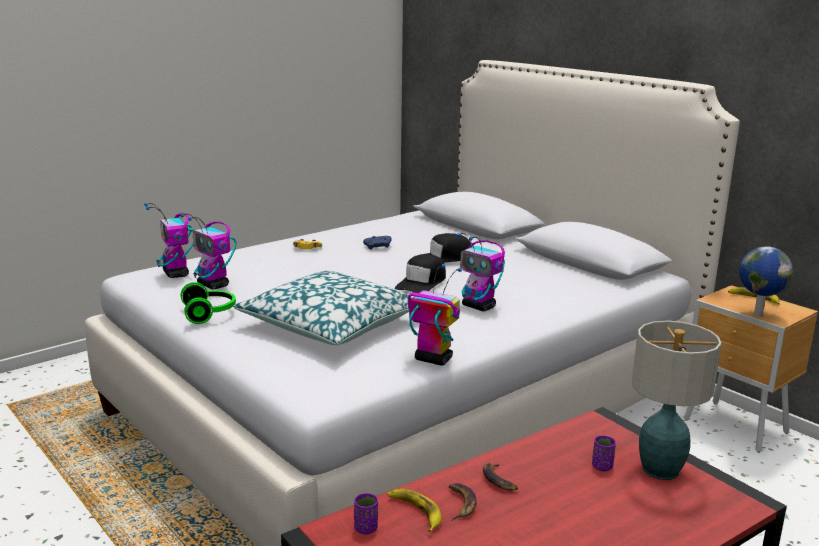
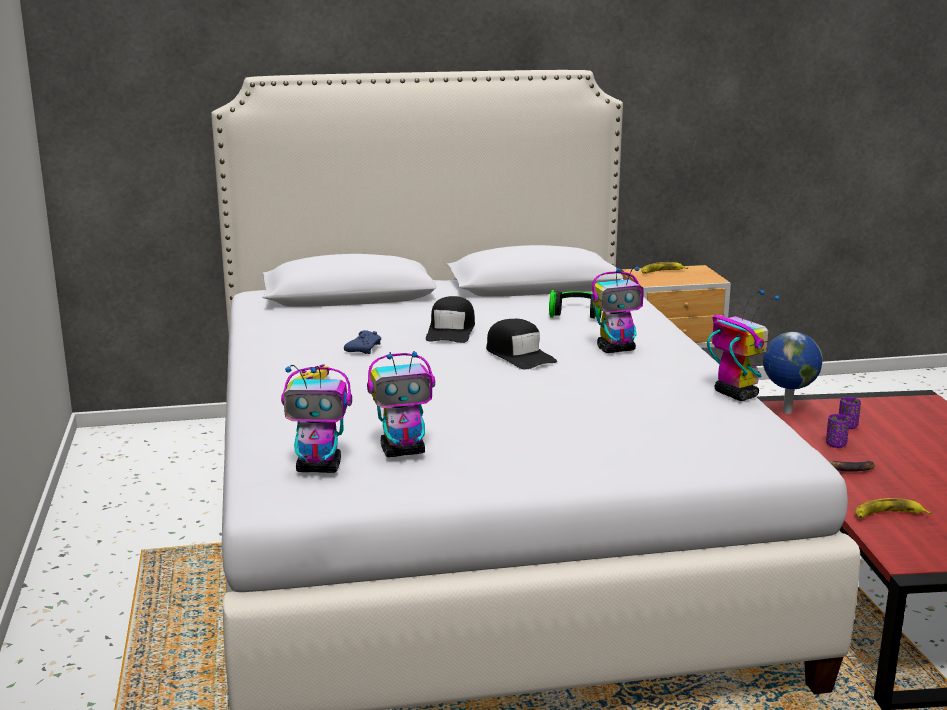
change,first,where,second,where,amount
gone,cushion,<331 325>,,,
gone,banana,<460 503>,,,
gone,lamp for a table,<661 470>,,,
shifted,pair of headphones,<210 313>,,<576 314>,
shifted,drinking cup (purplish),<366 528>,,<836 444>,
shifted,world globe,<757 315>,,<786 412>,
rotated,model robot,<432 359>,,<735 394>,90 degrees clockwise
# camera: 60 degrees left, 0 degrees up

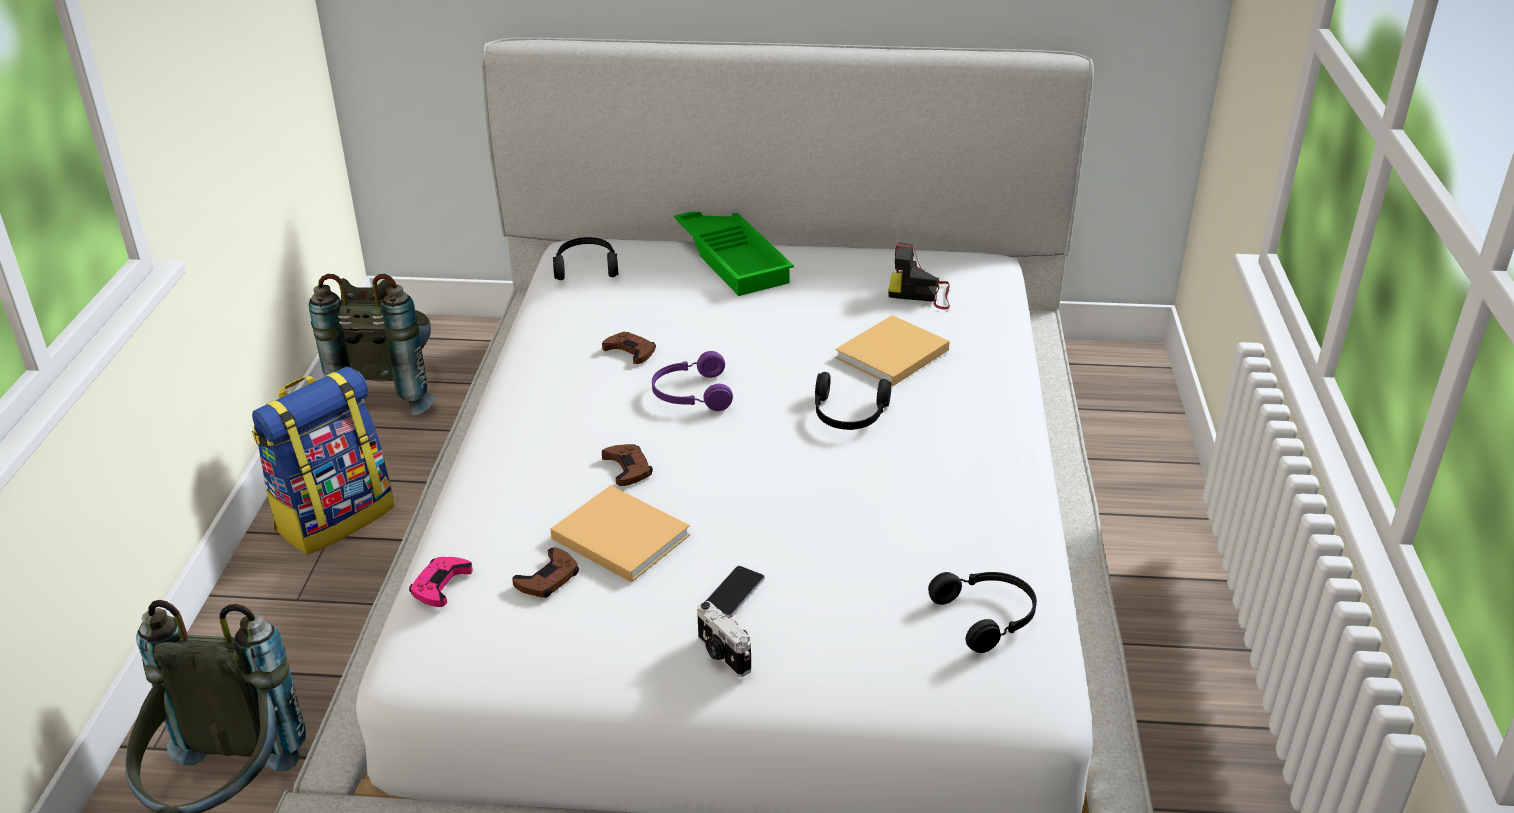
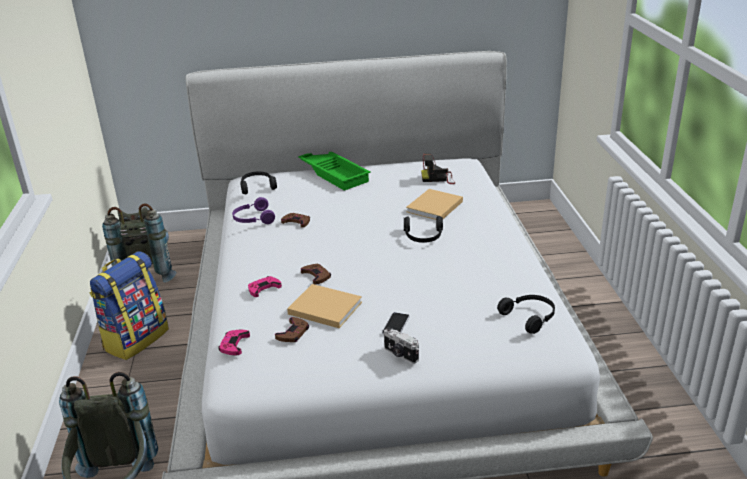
change,first,where,second,where,amount
new,,,joypad (pinkish),<264 288>,
shifted,pair of headphones (purplish),<691 394>,,<253 219>,
# camera: 10 degrees left, 5 degrees down

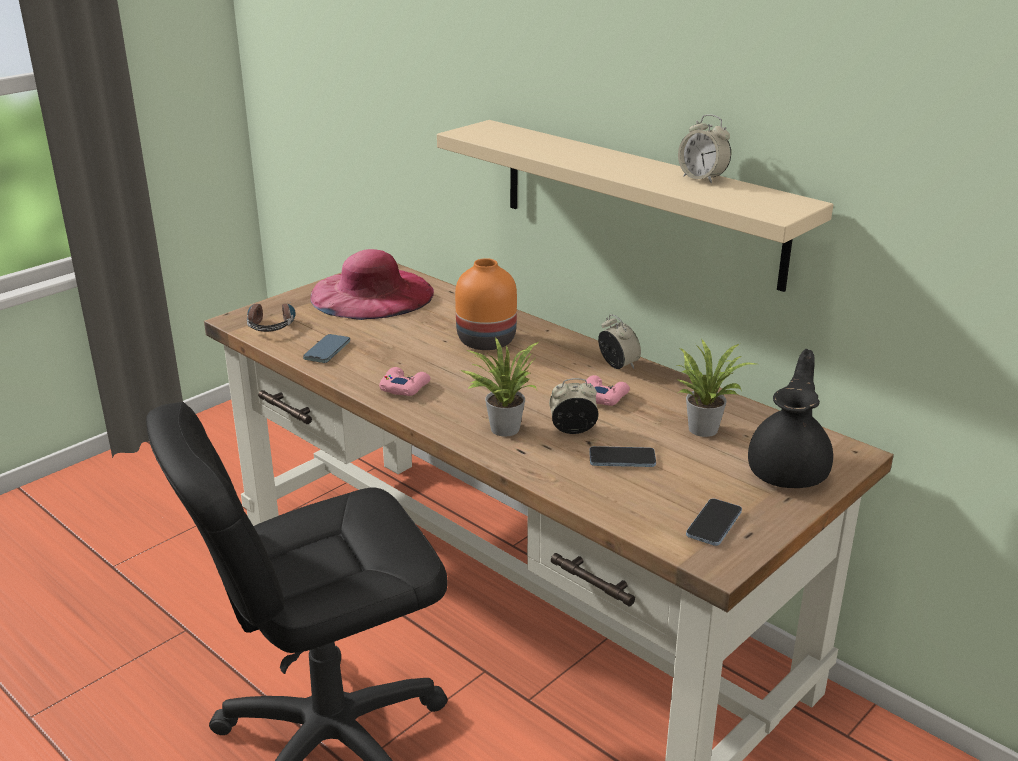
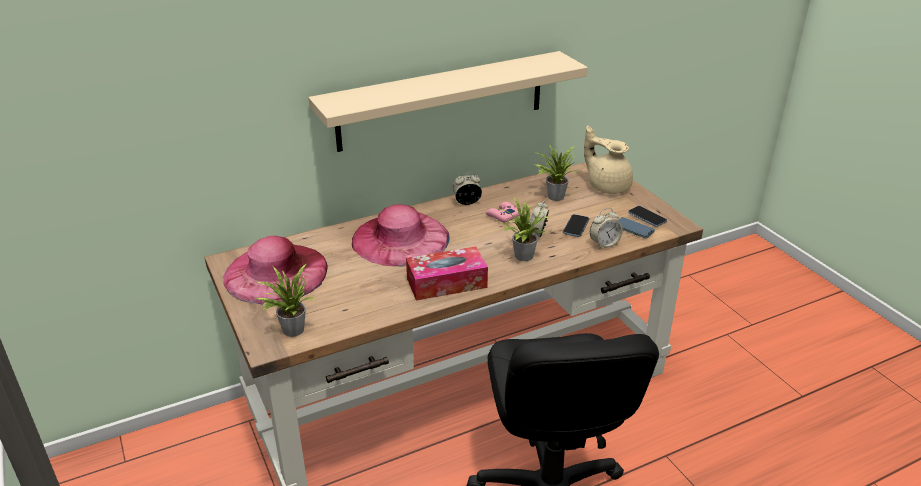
change,first,where,second,where,amount
shifted,phone,<327 351>,,<633 229>,
shifted,alarm clock,<702 178>,,<604 244>,
swapped,pair of headphones,<272 323>,potted plant,<290 329>,
swapped,joypad (pinkish),<404 387>,tissue box,<446 283>,
swapped,vase (orange),<488 341>,wearable hat (pinkish),<400 238>,
repainted,pot for tea (black),<789 471>,pot for tea (beige-coloured),<607 186>,
# camera: 70 degrees left, 5 degrees up

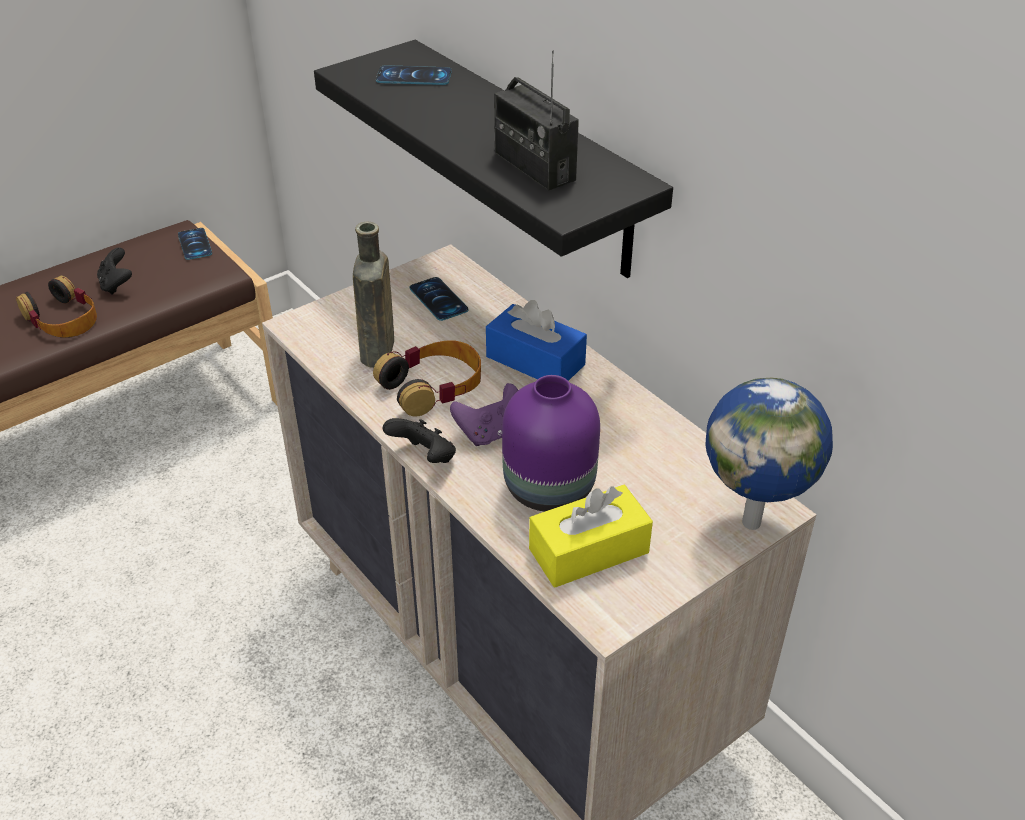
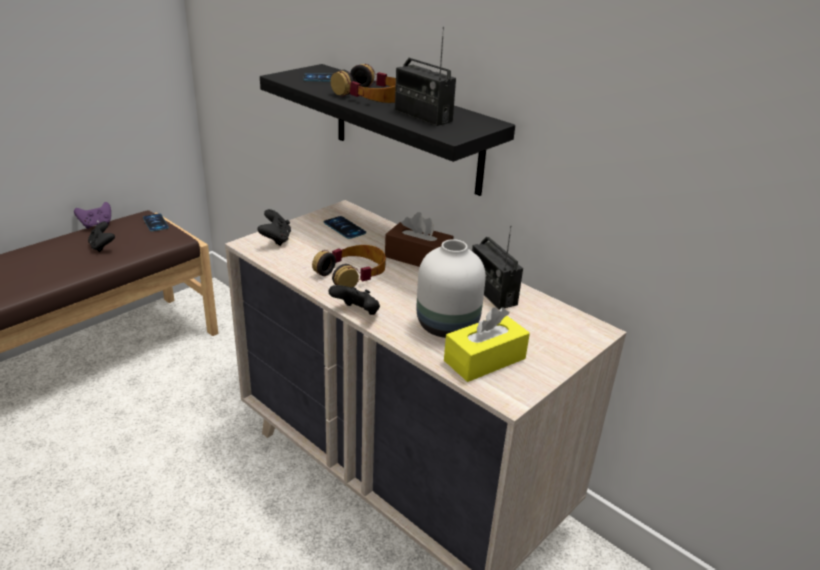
change,first,where,second,where,amount
gone,beverage bottle (brown-coloured),<377 354>,,,
gone,world globe,<753 521>,,,
new,,,joypad (black),<276 240>,
new,,,radio receiver,<492 292>,
shifted,pair of headphones,<62 318>,,<370 95>,
shifted,joypad (purplish),<490 433>,,<96 224>,
repainted,tissue box (bluish),<535 361>,tissue box (brown-coloured),<418 258>,
repainted,vase (purplish),<547 486>,vase (white),<445 325>,
# camera: 10 degrees left, 10 degrees down

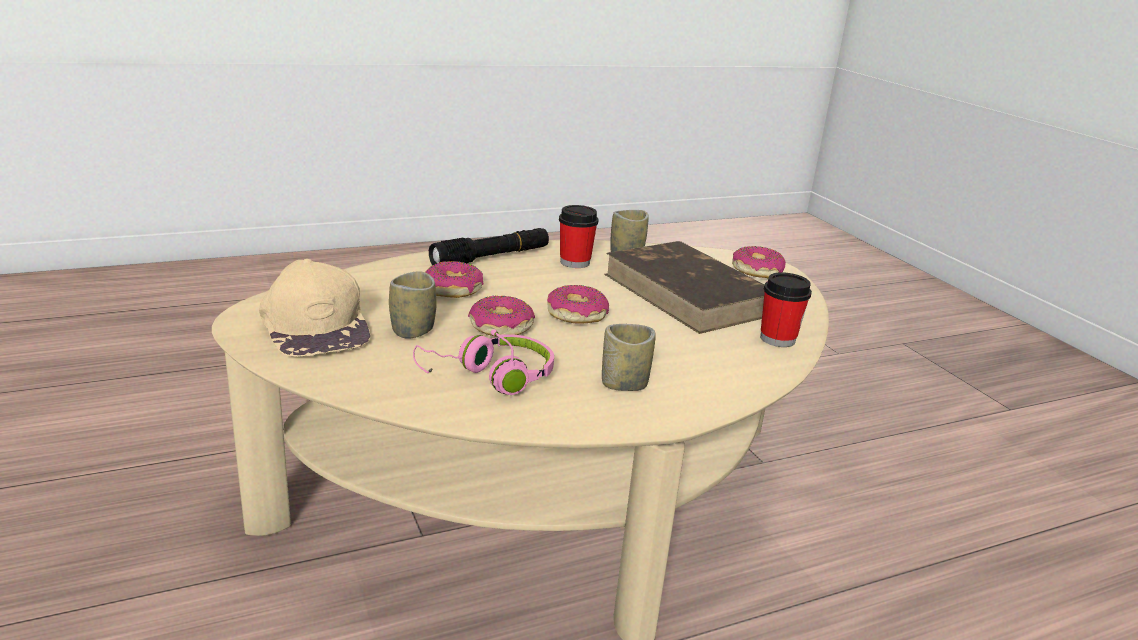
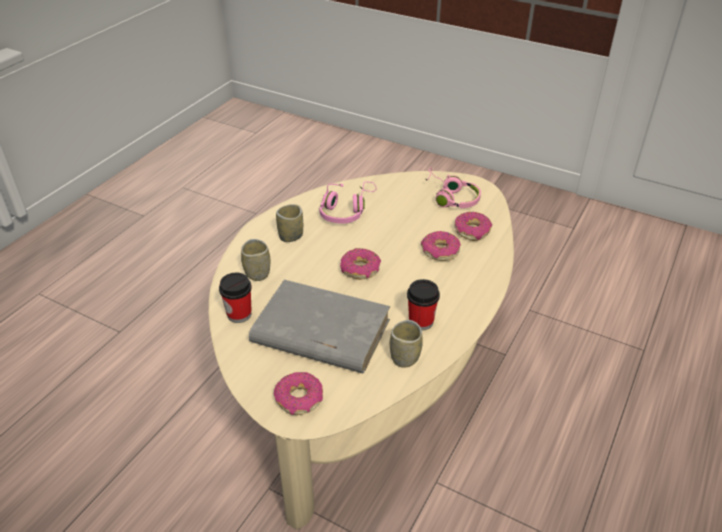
change,first,where,second,where,amount
gone,flashlight (black),<491 258>,,,
shifted,drinking cup,<412 330>,,<257 273>,
shifted,doughnut,<500 327>,,<472 231>,
swapped,baseball cap (beige-coloured),<315 325>,pair of headphones (pinkish),<450 197>,
repainted,volume (brown-coloured),<691 294>,volume (gray),<319 331>,
# camera: 145 degrees right, 15 degrees up

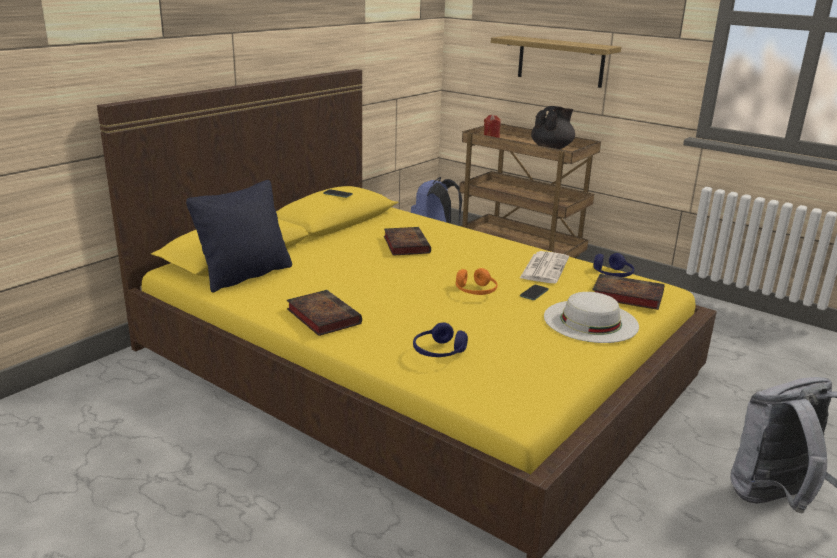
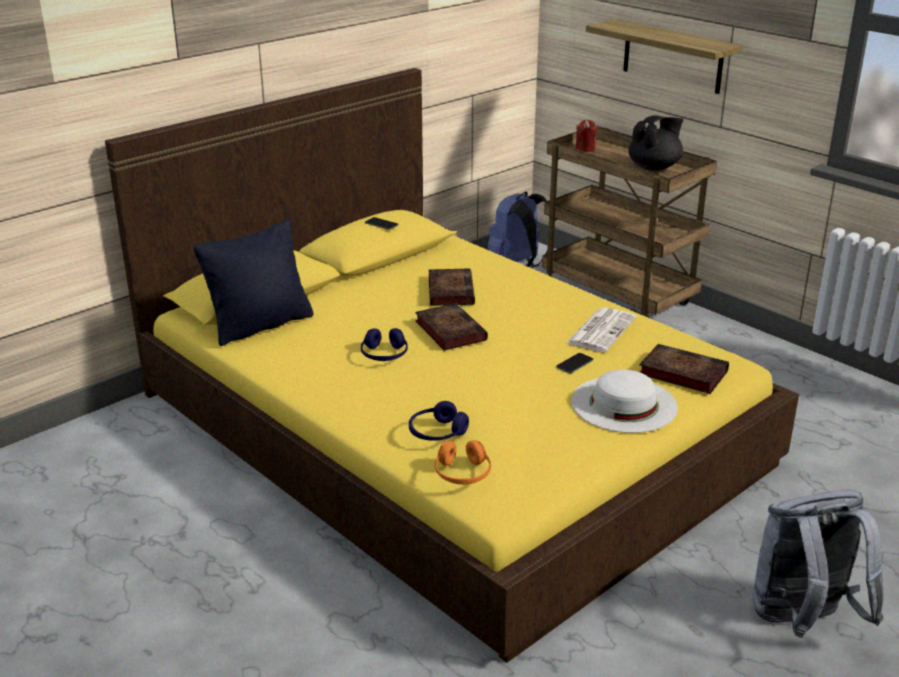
change,first,where,second,where,amount
shifted,volume,<321 316>,,<448 330>,
shifted,pair of headphones (orange),<475 291>,,<462 474>,
shifted,pair of headphones (bluish),<612 274>,,<384 355>,
# camera: 10 degrees right, 5 degrees up

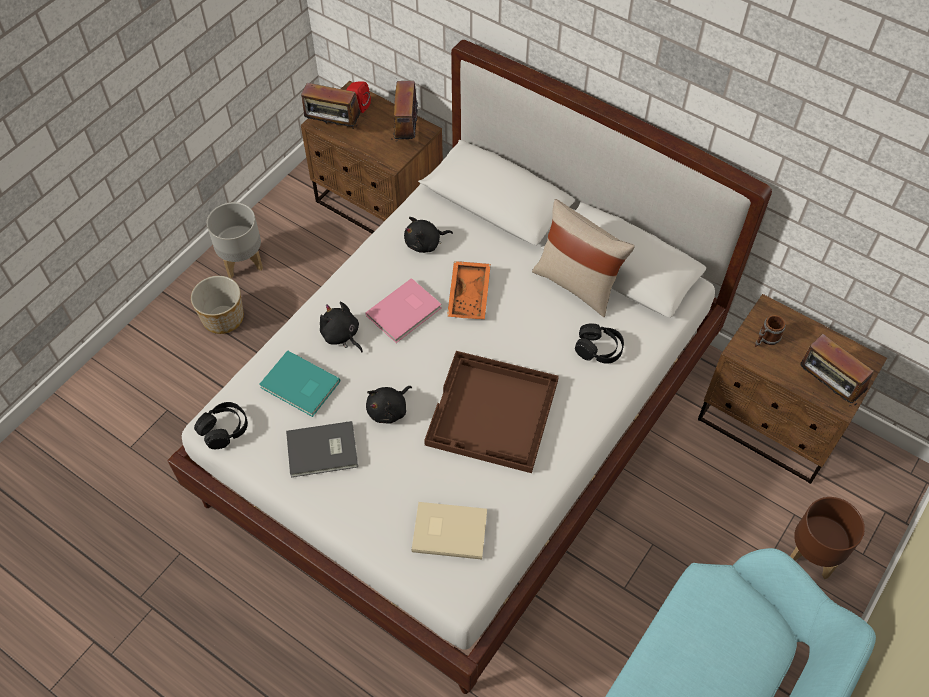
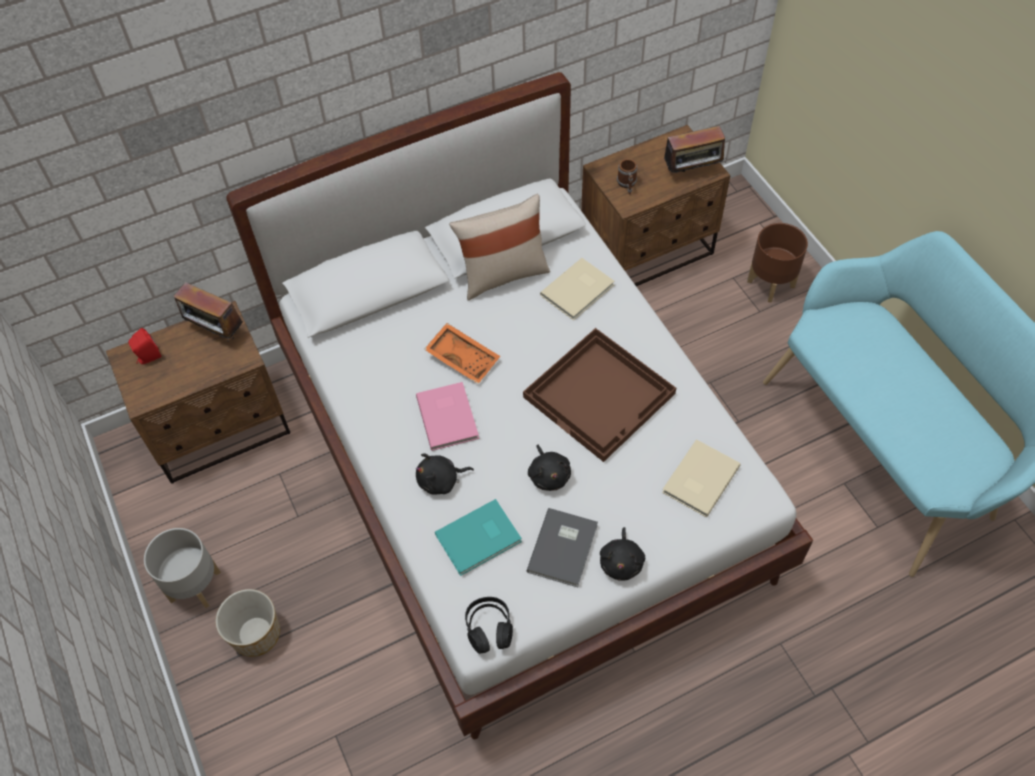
change,first,where,second,where,amount
gone,radio receiver,<333 127>,,,
shifted,soft toy (black),<425 243>,,<621 562>,
swapped,pair of headphones (black),<599 349>,volume (beige-coloured),<579 290>,
# camera: 60 degrees left, 0 degrees up

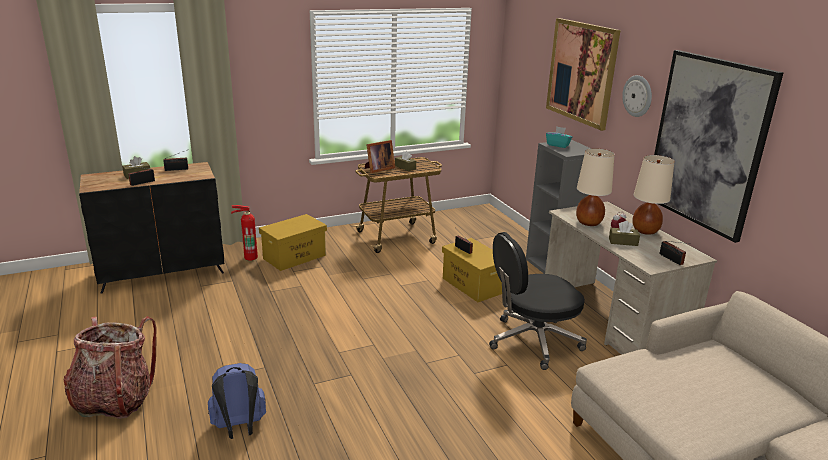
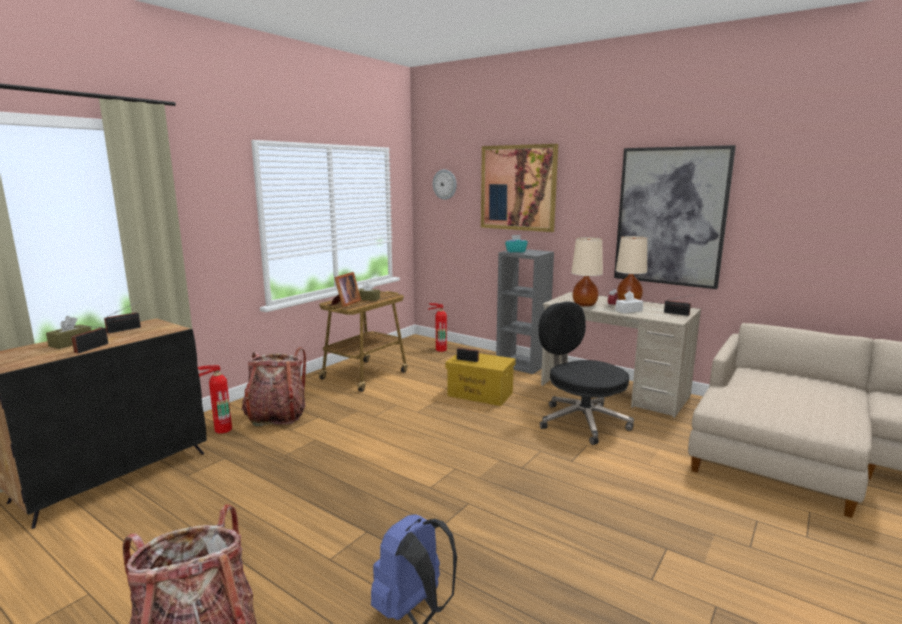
change,first,where,second,where,amount
new,,,extinguisher,<440 349>,
shifted,hanging clock,<637 96>,,<445 184>,
swapped,storage container (yellowish),<295 256>,backpack,<276 416>,
repainted,tissue box (brown-coloured),<623 242>,tissue box (white),<628 310>,
rotated,computer chair (black),<532 341>,,<581 421>,105 degrees clockwise
# camera: 30 degrees left, 10 degrees down

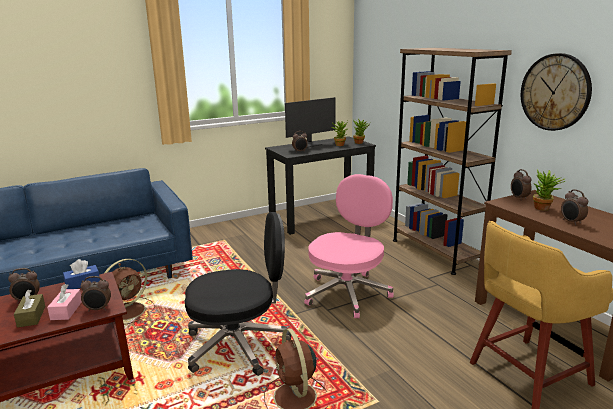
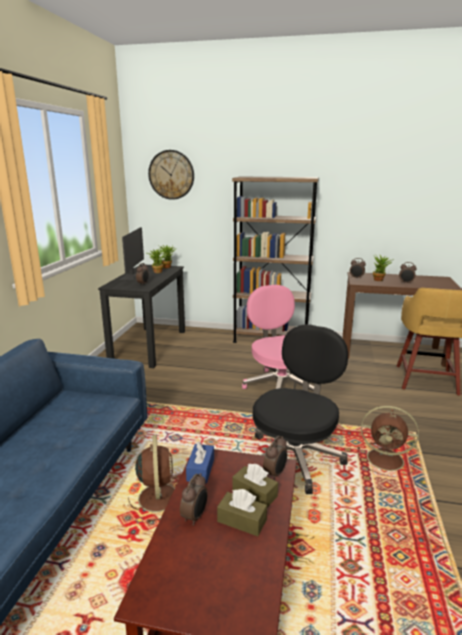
change,first,where,second,where,amount
shifted,hanging clock,<555 92>,,<171 175>,
repainted,tissue box (pinkish),<66 310>,tissue box (brown-coloured),<254 493>,
# camera: 50 degrees left, 0 degrees up

